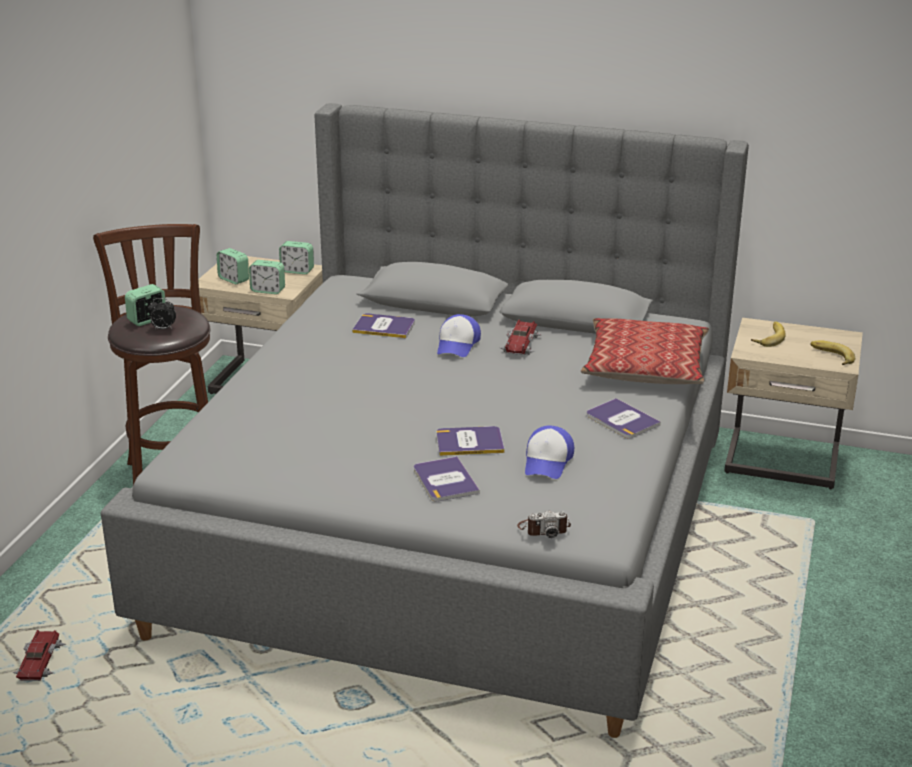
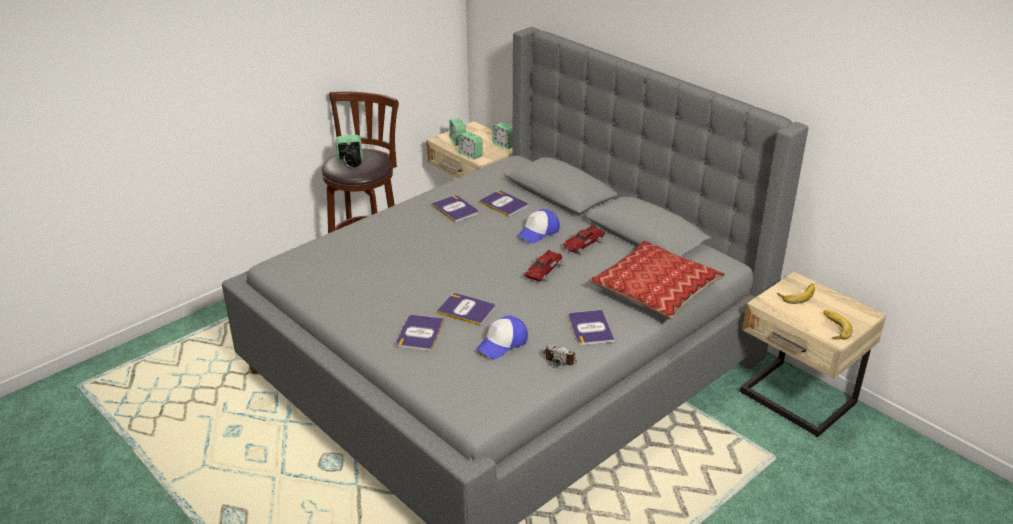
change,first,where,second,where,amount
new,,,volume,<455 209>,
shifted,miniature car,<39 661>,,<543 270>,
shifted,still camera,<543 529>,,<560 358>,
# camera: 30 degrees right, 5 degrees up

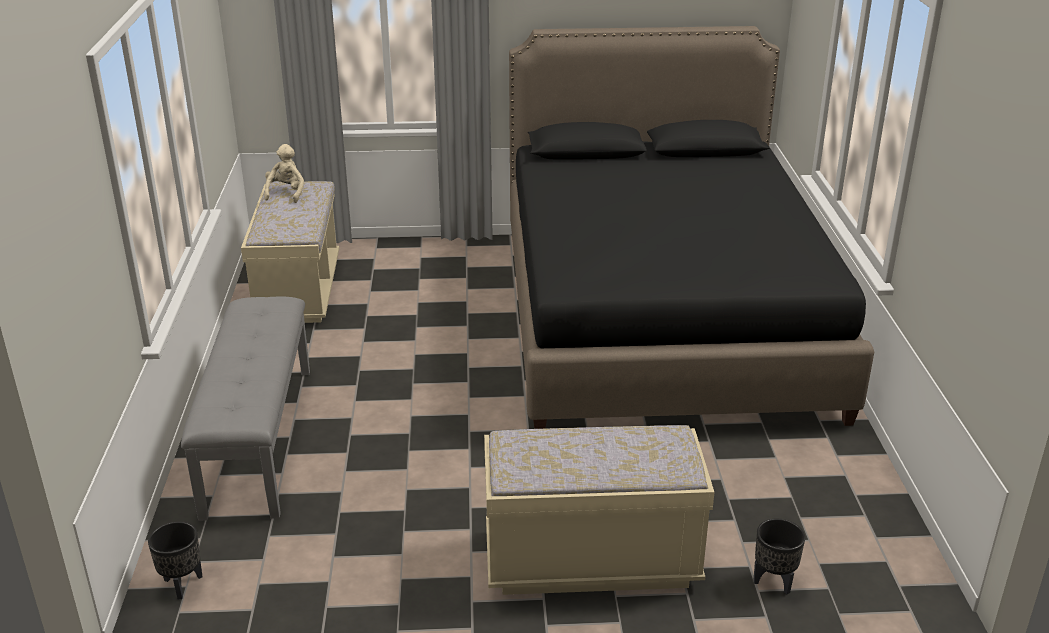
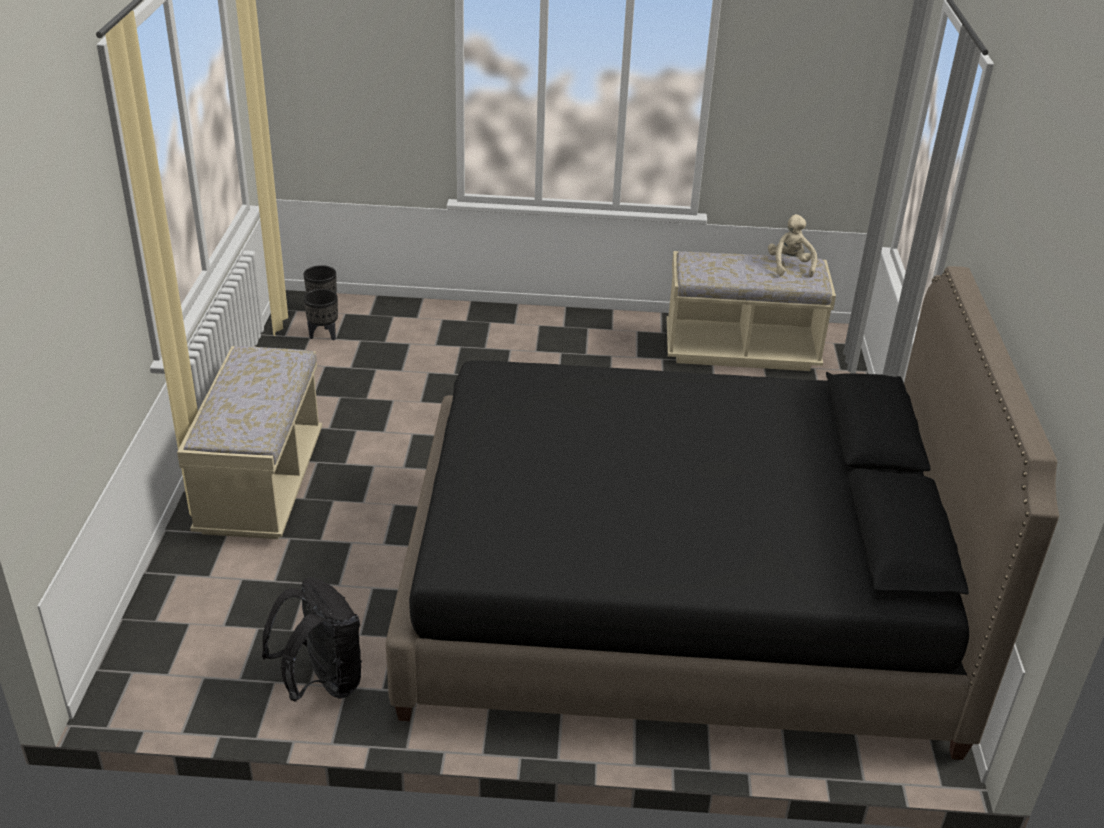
change,first,where,second,where,amount
gone,indoor bench (gray),<258 439>,,,
new,,,backpack (black),<321 682>,
shifted,plant pot (black),<773 581>,,<324 335>,
rotated,soft toy (beige-coloured),<286 193>,,<790 266>,105 degrees counterclockwise
# camera: 95 degrees right, 5 degrees up

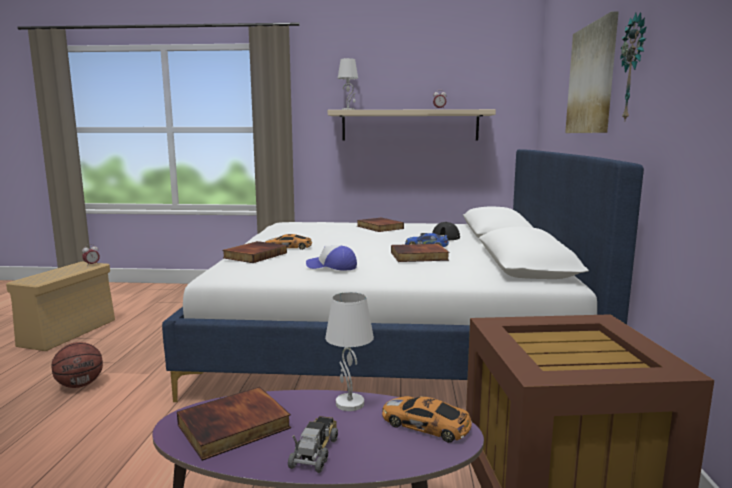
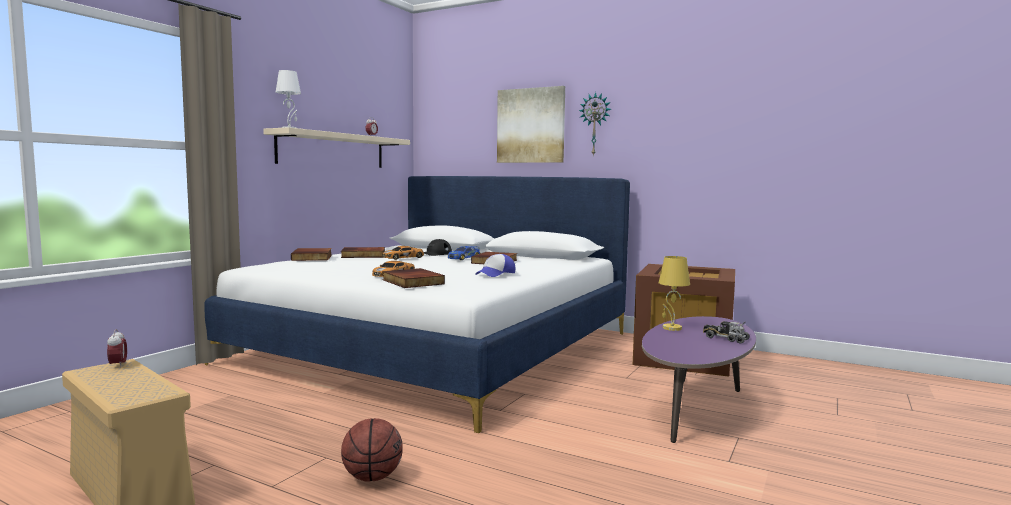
change,first,where,second,where,amount
shifted,volume,<234 427>,,<313 257>,
shifted,miniature car,<427 425>,,<404 258>,
repainted,lamp for a table (white),<349 403>,lamp for a table (yellowish),<671 328>,
# camera: 65 degrees left, 5 degrees down

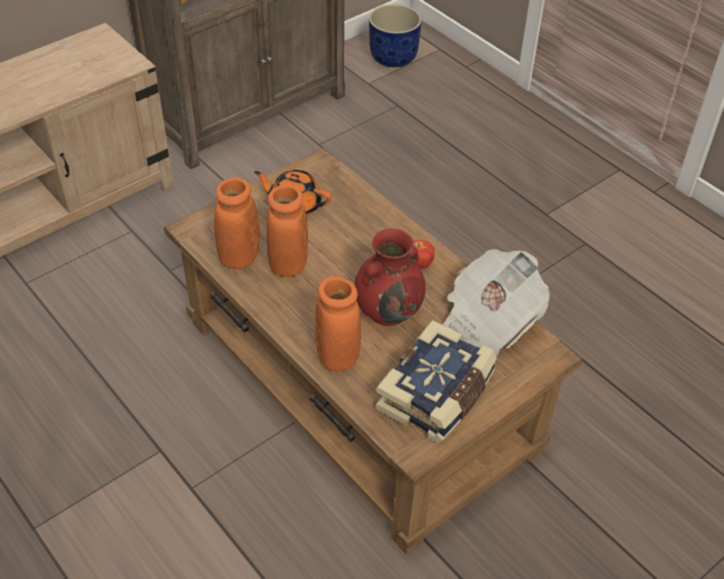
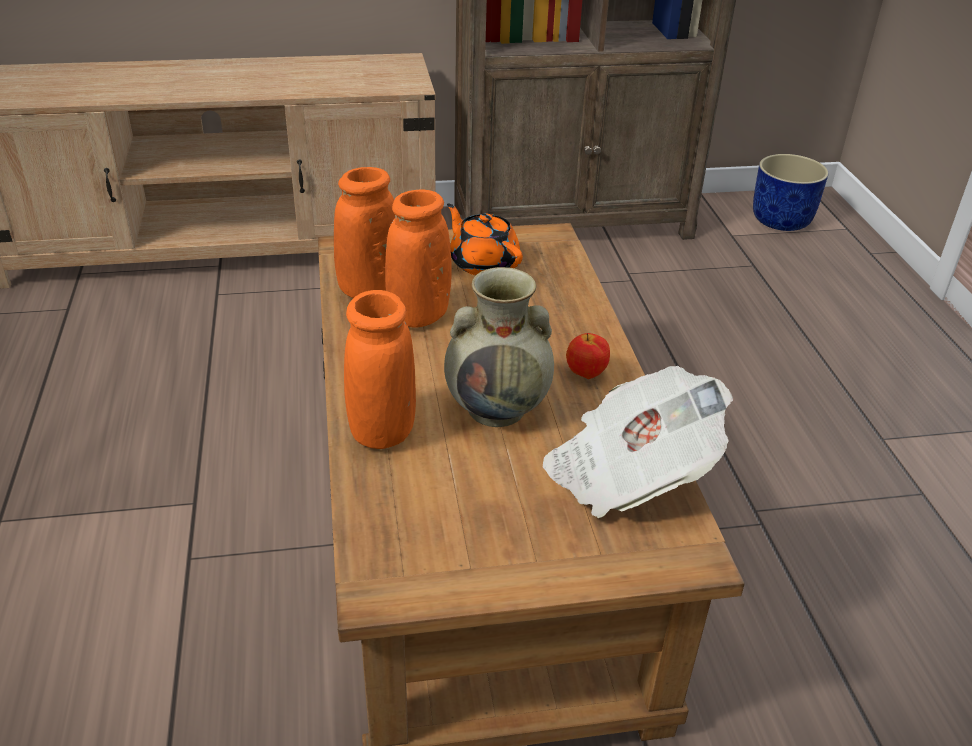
change,first,where,second,where,amount
gone,volume,<437 395>,,,
repainted,vase (red-coloured),<389 311>,vase (beige-coloured),<498 408>,
# camera: 30 degrees right, 10 degrees down

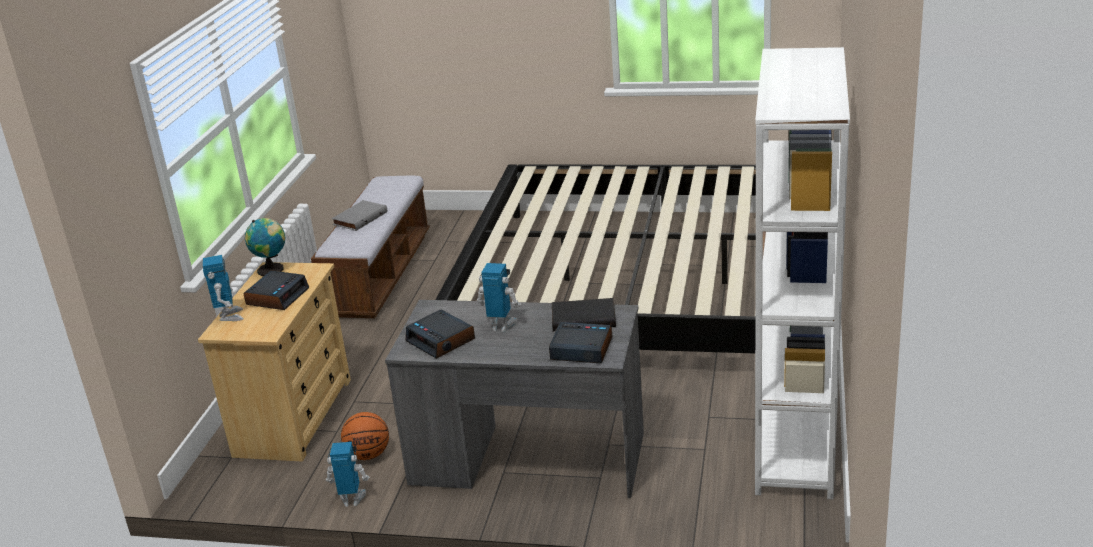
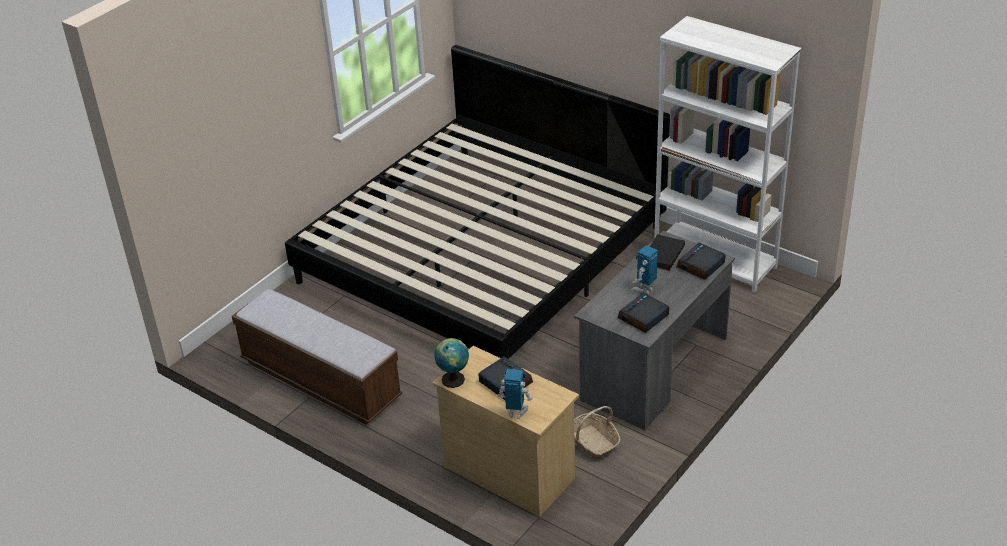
change,first,where,second,where,amount
gone,model robot,<352 499>,,,
gone,volume (gray),<359 218>,,,
swapped,basketball ball,<368 455>,household basket,<593 442>,
rotated,alarm clock,<441 340>,,<643 317>,150 degrees clockwise
# camera: 65 degrees left, 10 degrees up

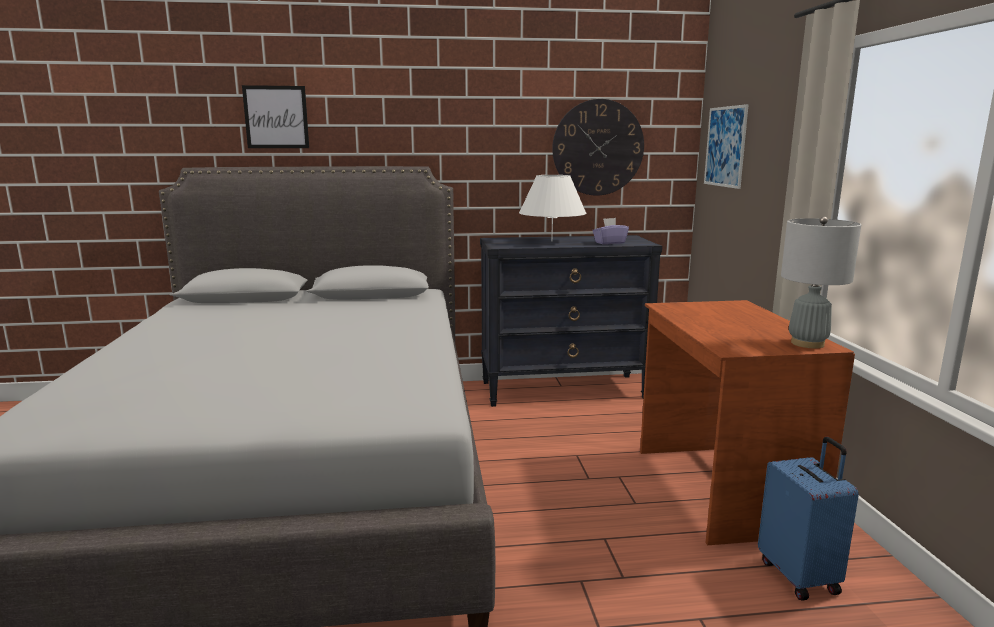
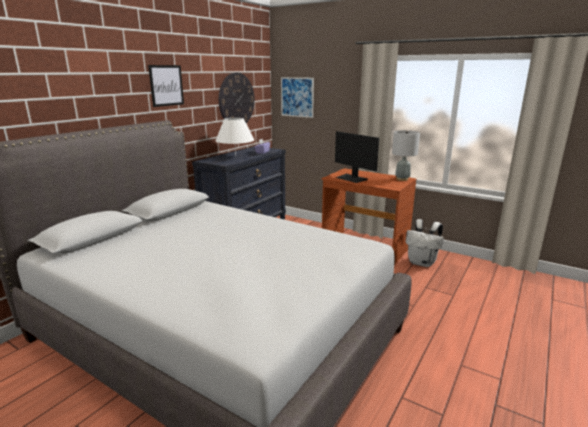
change,first,where,second,where,amount
new,,,computer screen,<352 178>,
shifted,wall picture,<276 117>,,<166 85>,
swapped,piece of luggage (bluish),<800 576>,backpack (white),<422 263>,
# camera: 50 degrees left, 5 degrees up

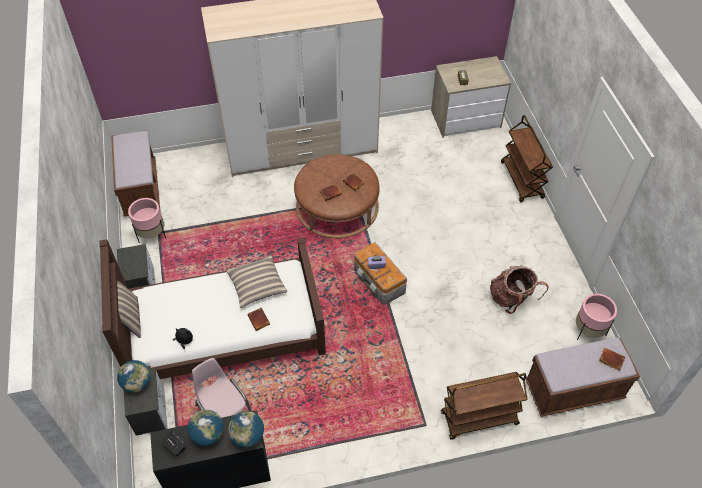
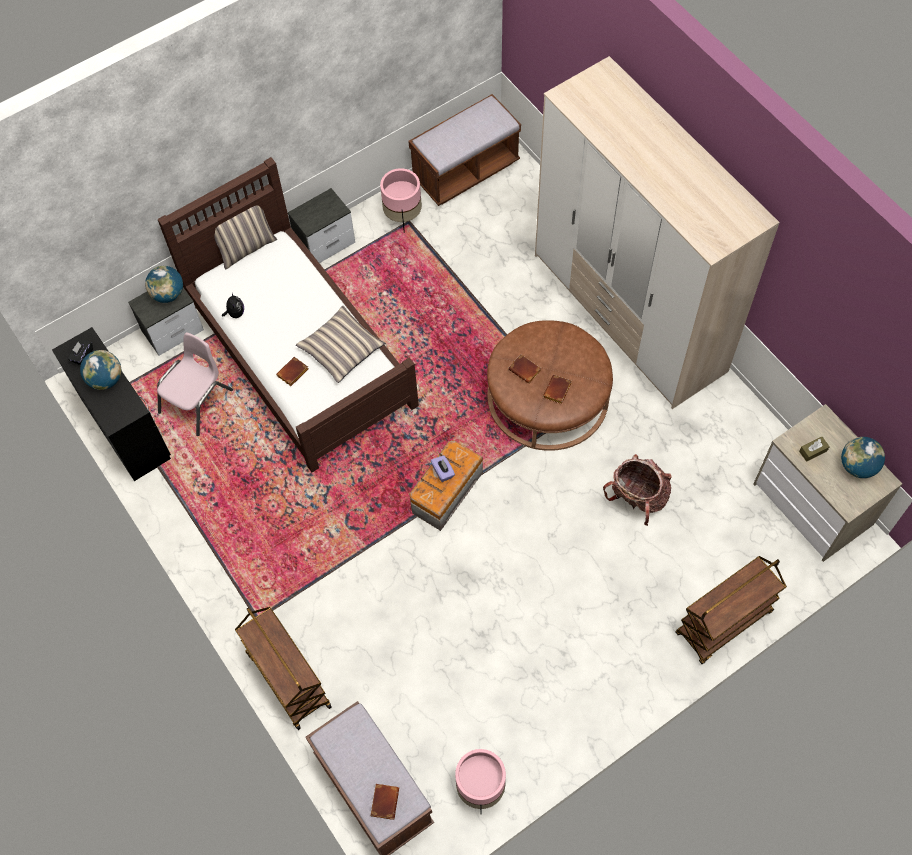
change,first,where,second,where,amount
shifted,world globe,<248 436>,,<857 466>,
shifted,backpack,<511 299>,,<637 498>,
# camera: 70 degrees right, 10 degrees up

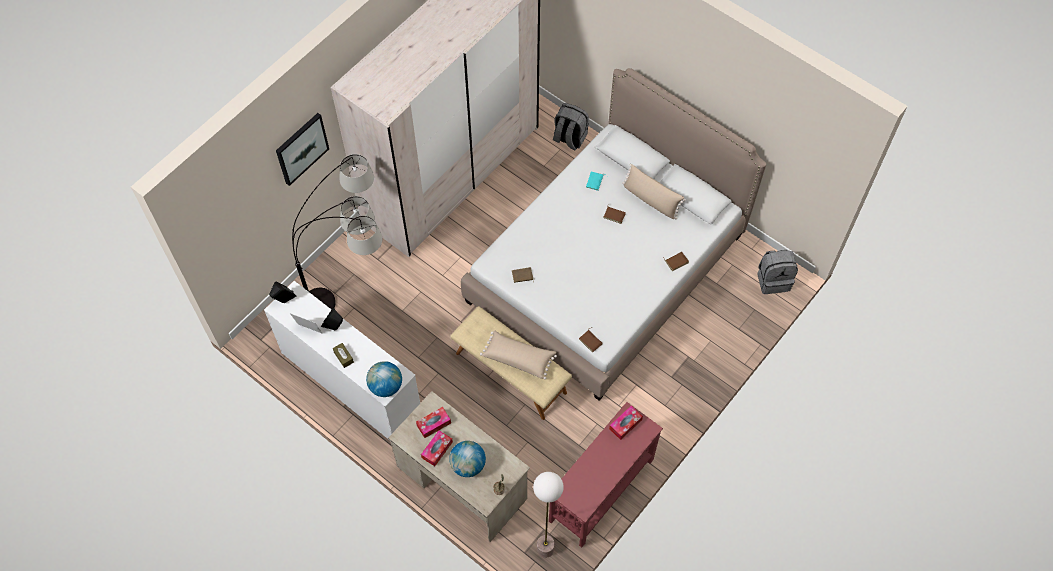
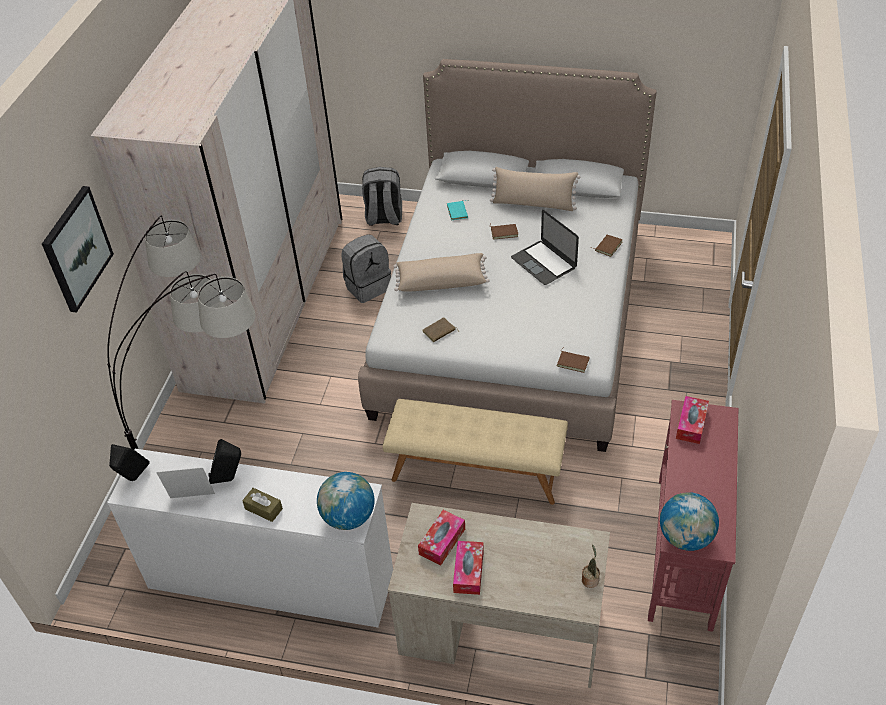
change,first,where,second,where,amount
gone,standard lamp,<545 549>,,,
new,,,notebook computer,<543 262>,
shifted,world globe,<468 465>,,<685 537>,
shifted,cushion (beige-coloured),<518 358>,,<441 281>,
shifted,backpack (gray),<773 280>,,<367 286>,
# camera: 25 degrees left, 15 degrees down

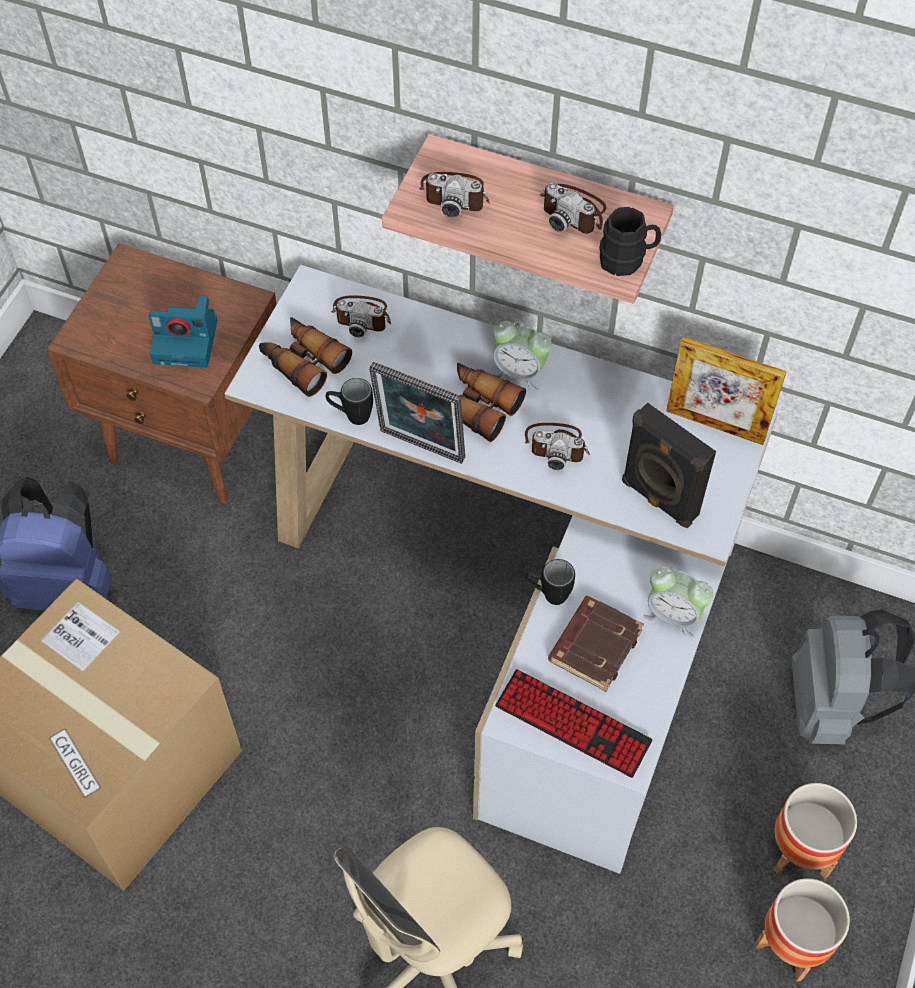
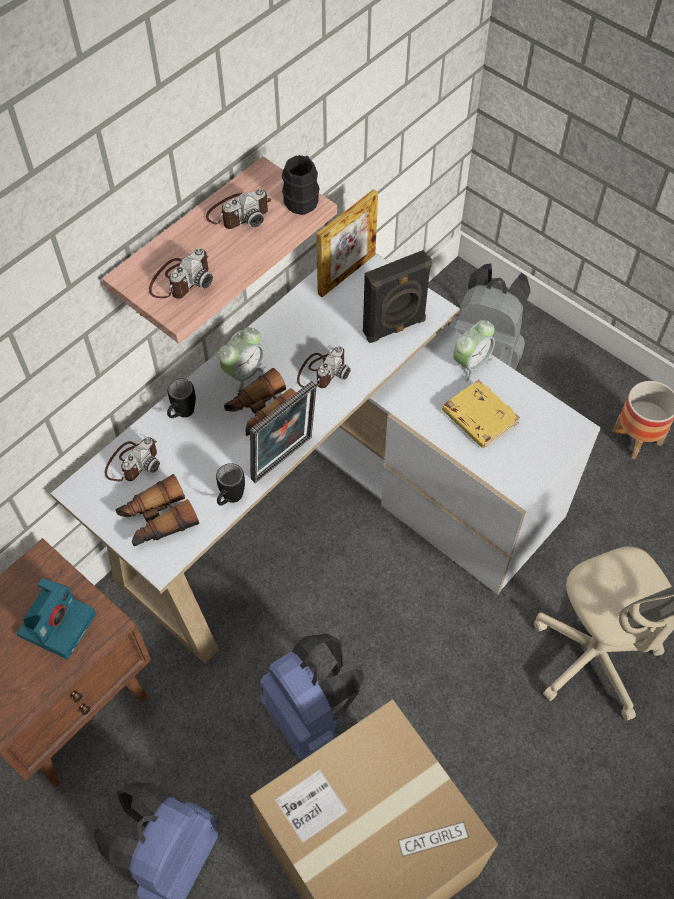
change,first,where,second,where,amount
gone,computer keyboard,<573 724>,,,
gone,plant pot,<801 850>,,,
new,,,backpack (bluish),<310 716>,
shifted,tea mug (black),<548 594>,,<181 415>,
repainted,volume (brown-coloured),<594 645>,volume (yellowish),<478 417>,
# camera: 70 degrees left, 0 degrees up

